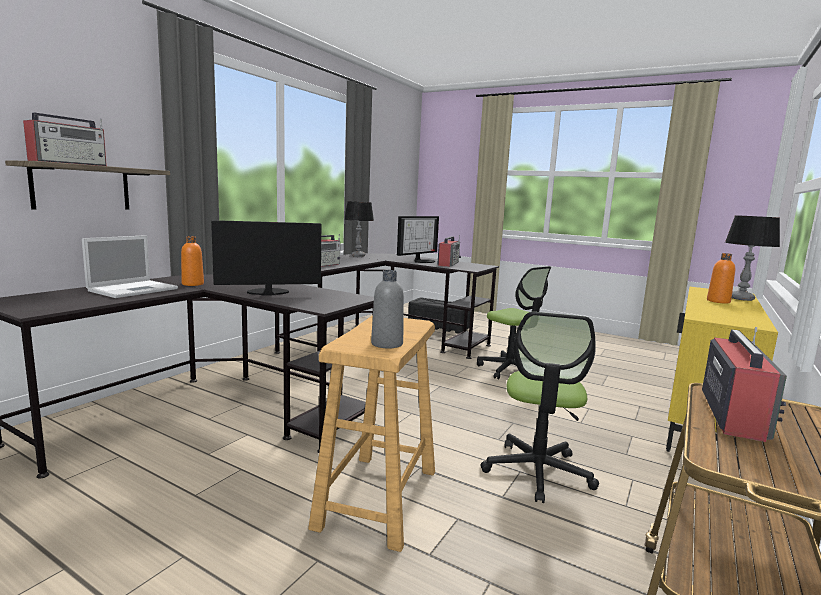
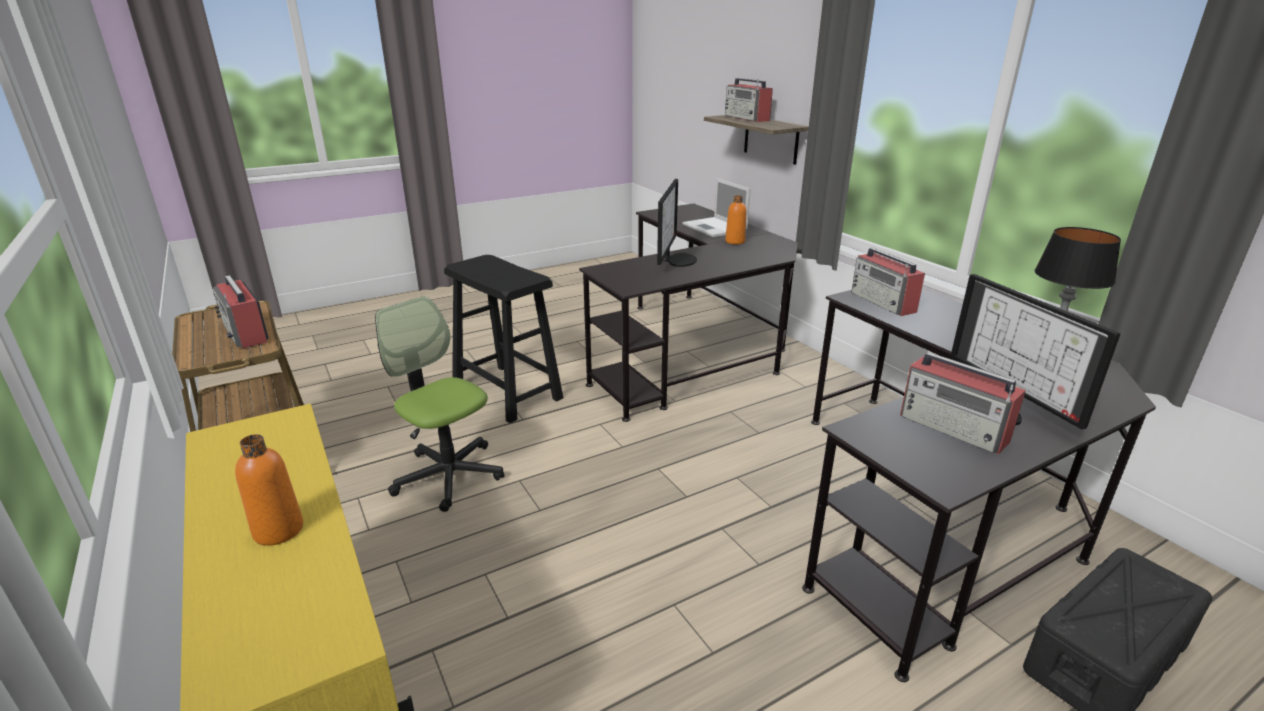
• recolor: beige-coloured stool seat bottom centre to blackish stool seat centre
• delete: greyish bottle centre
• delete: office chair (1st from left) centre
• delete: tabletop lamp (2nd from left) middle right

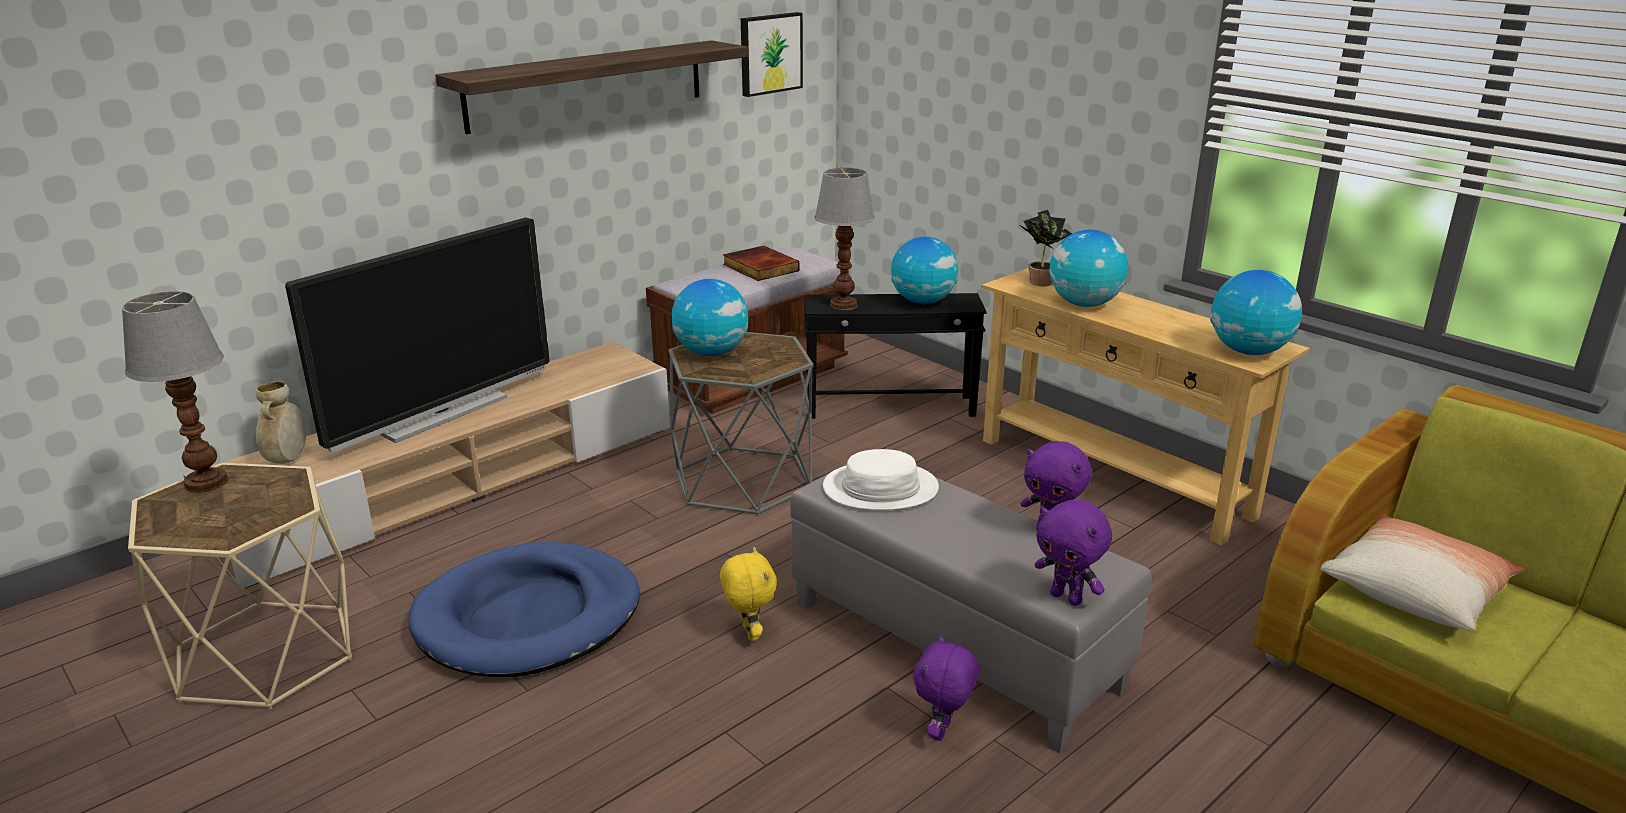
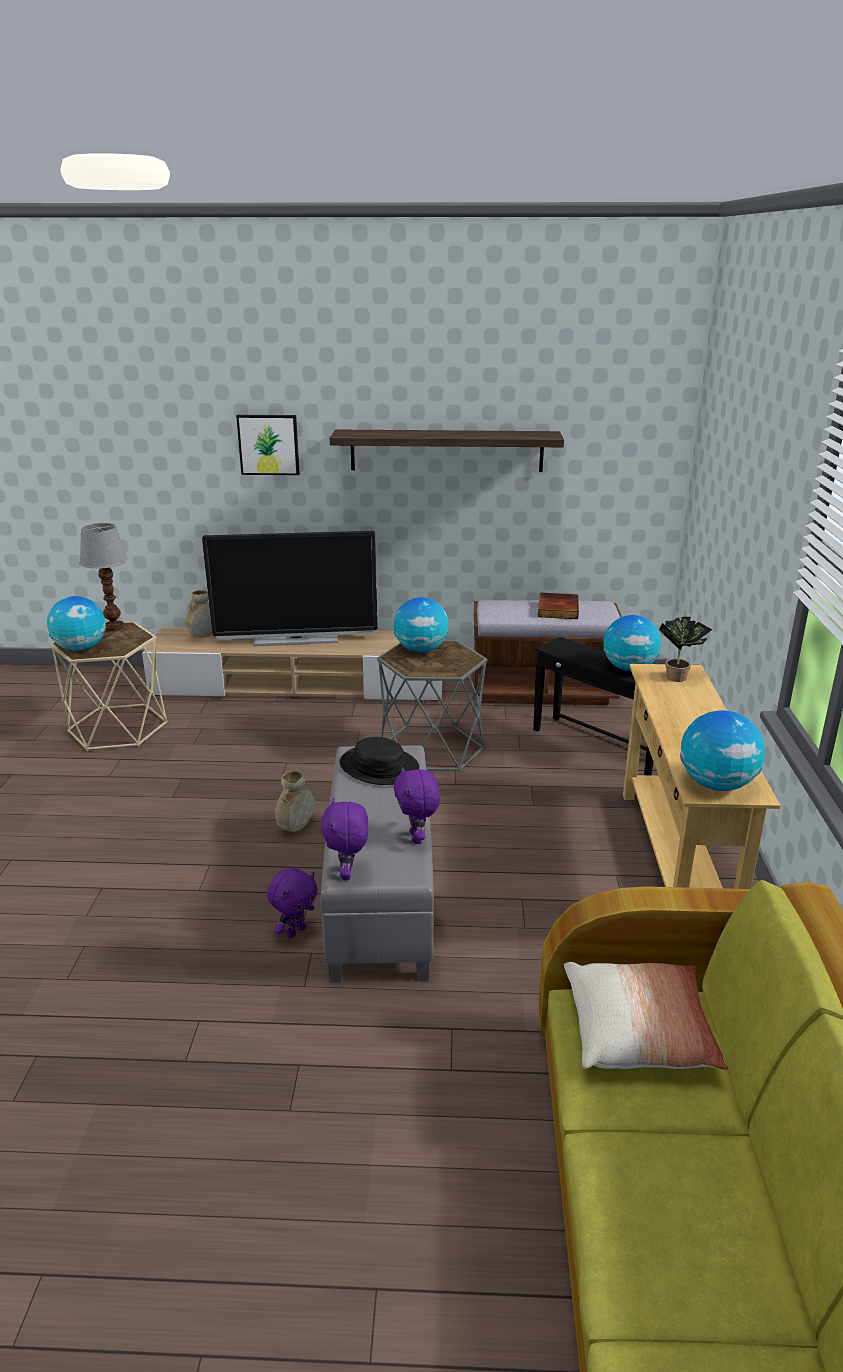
• move: globe (3rd from left in the first image) top right to globe (1st from left) middle left
• move: wall picture top centre to top left
• rotate: purple-coloured plush toy (1st from left) bottom centre = centre 150 degrees clockwise
• replace: yellow-coloured plush toy bottom centre to beige-coloured decorative vase (2nd from left) centre
• recolor: white hat centre to blackish hat centre
• delete: blue pet bed bottom left
• delete: tabletop lamp (2nd from left) top centre

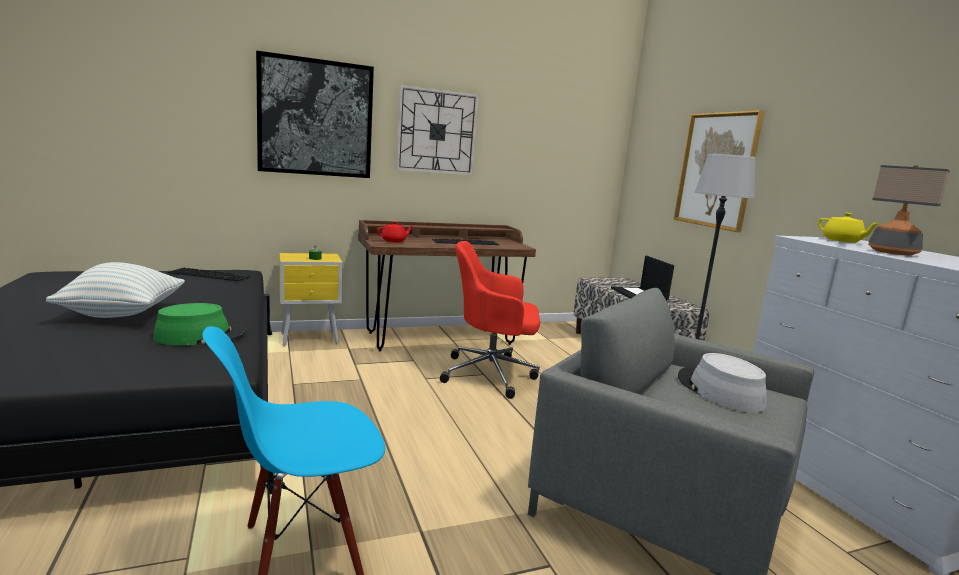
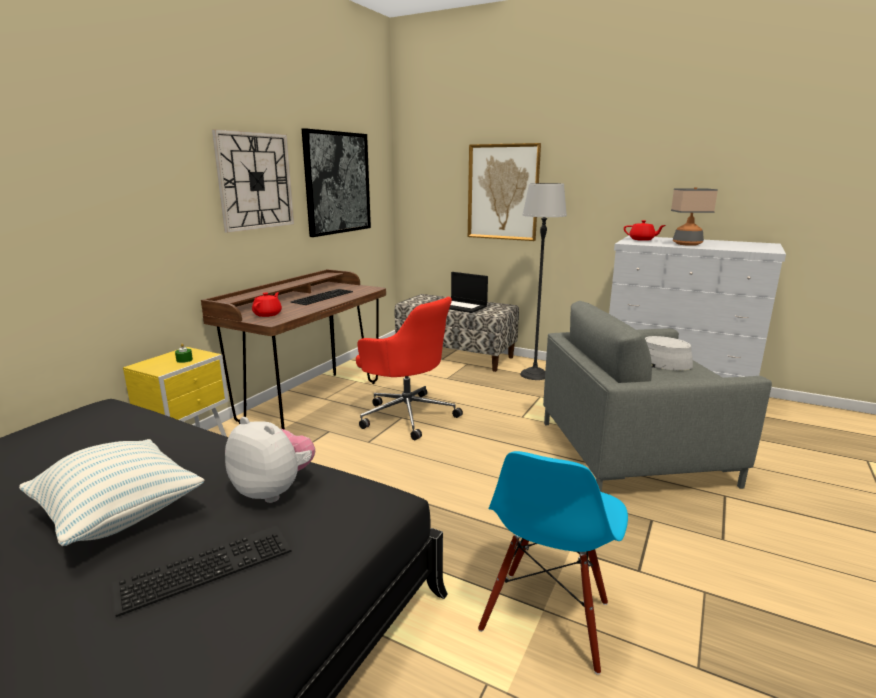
• move: keyboard (1st from left) middle left to bottom left
• replace: greenish hat middle left to plush toy middle left
• move: wall picture (1st from left) top left to top centre
• rotate: red-coloured office chair centre = centre 105 degrees counterclockwise
• recolor: yellow-coloured teapot middle right to red-coloured teapot (2nd from left) top right

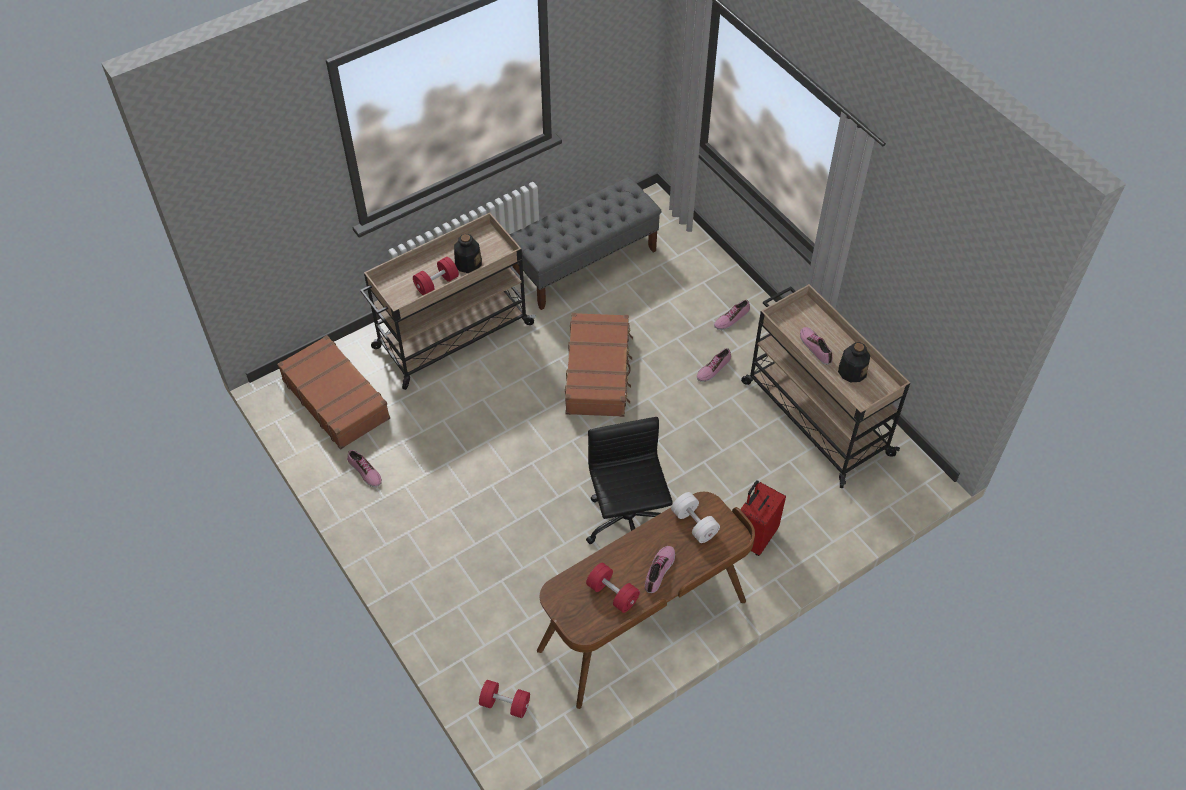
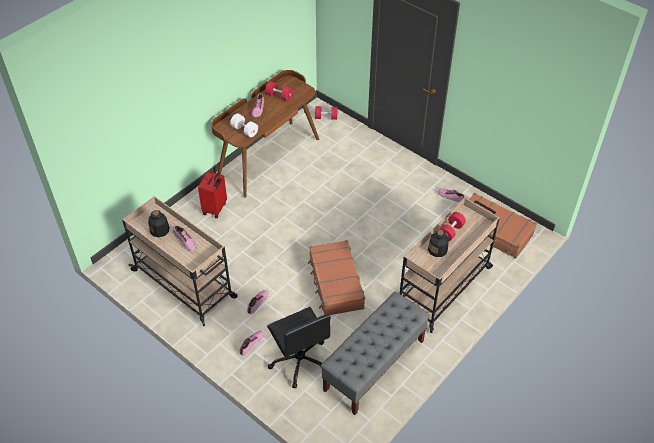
• move: blackish office chair centre to bottom centre

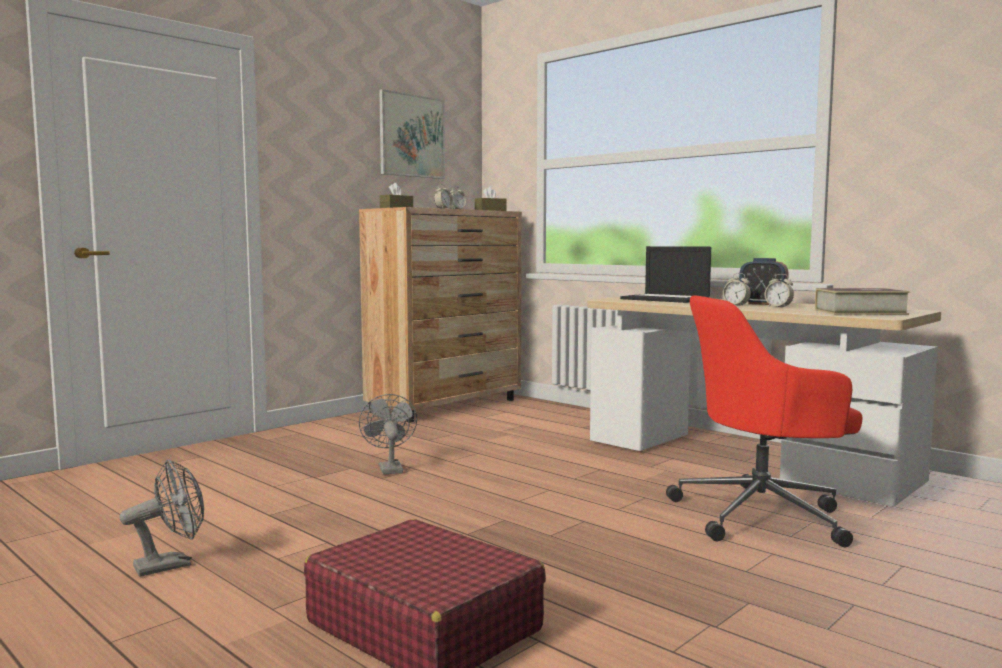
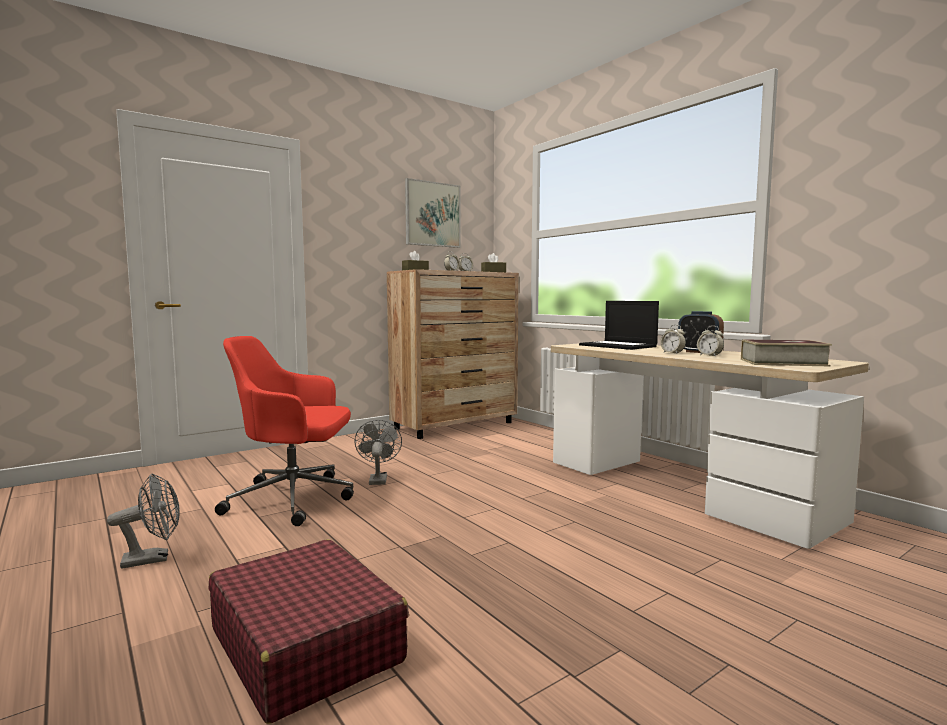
• move: red-coloured office chair middle right to middle left

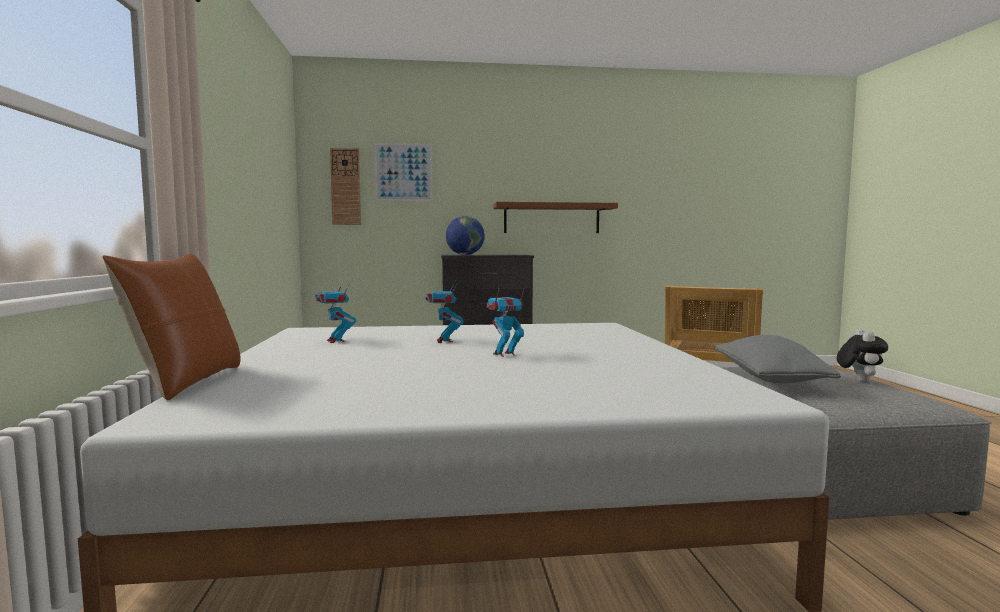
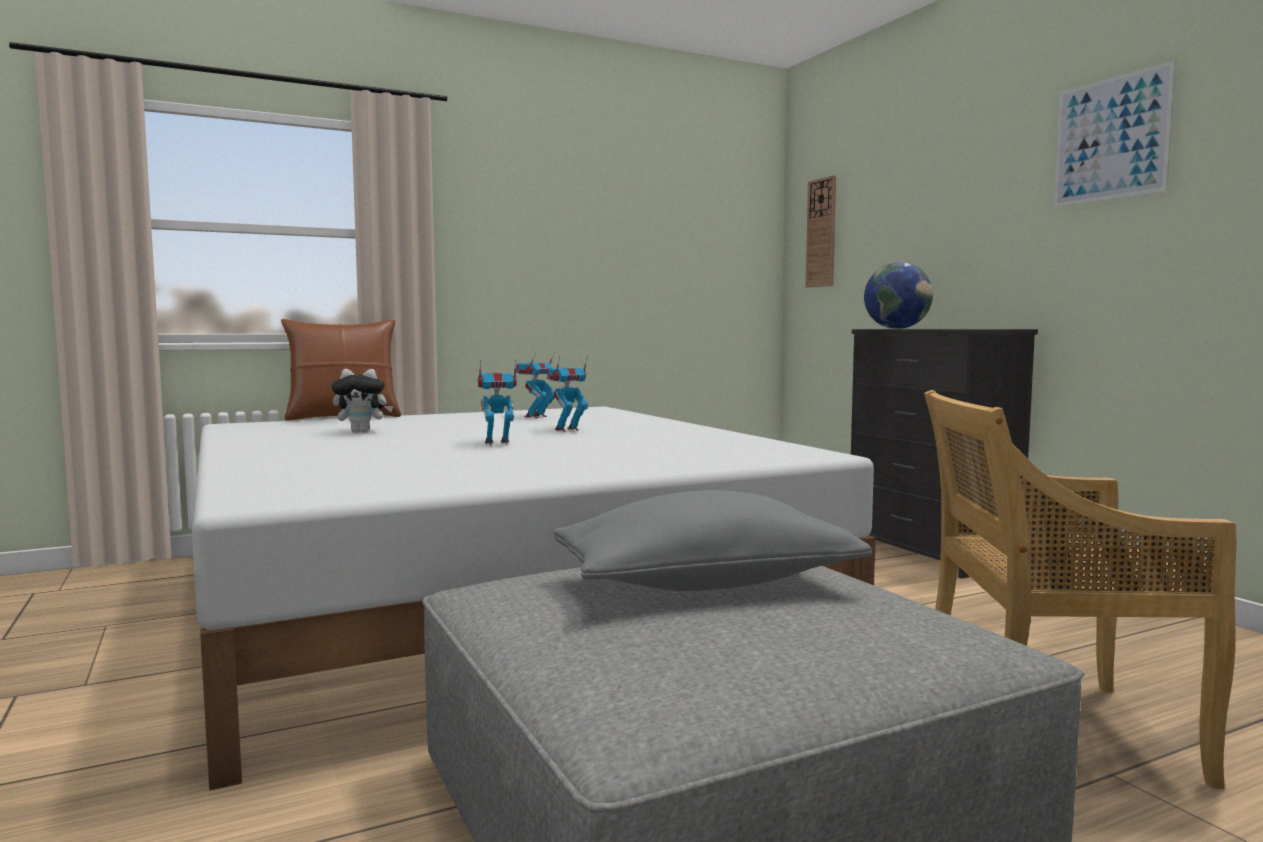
• move: plush toy middle right to middle left
• rotate: toy robot (3rd from left in the first image) centre = centre 60 degrees counterclockwise
• move: wall picture top centre to top right
• delete: brown bracket shelf centre

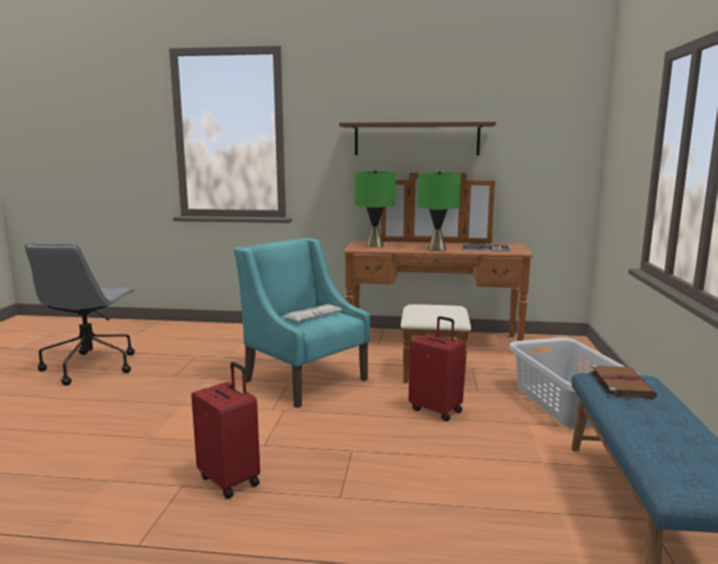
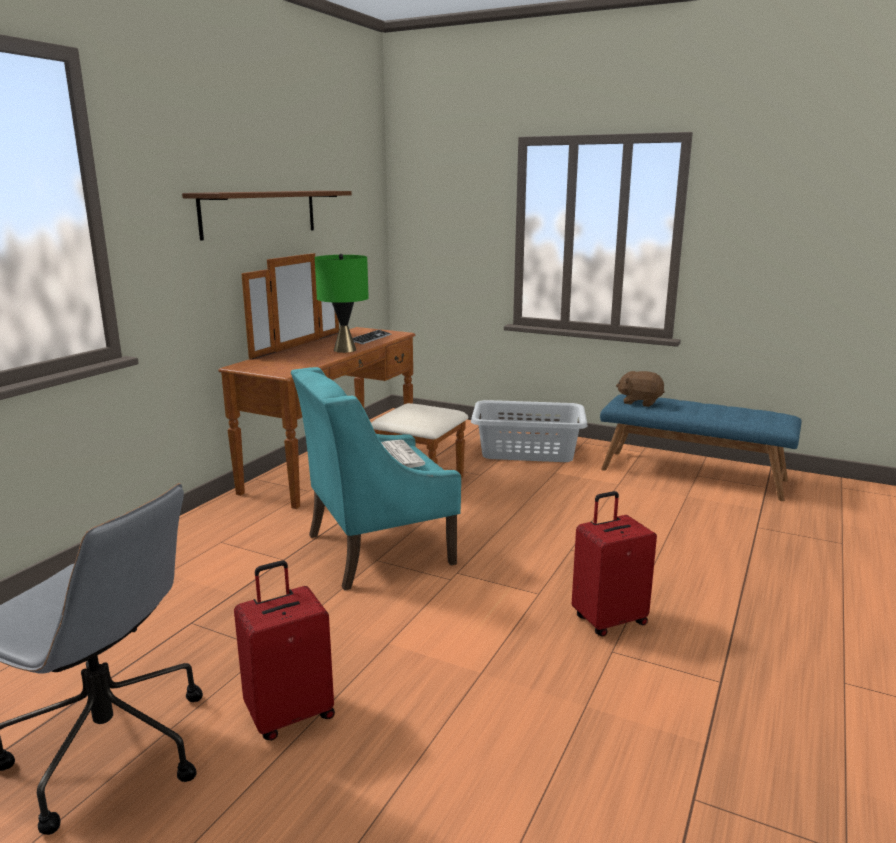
• move: red-coloured piece of luggage (2nd from left in the first image) centre to red-coloured piece of luggage (1st from left) bottom left
• replace: brown volume bottom right to brown plush toy middle right
• delete: greenish tabletop lamp (1st from left) centre

